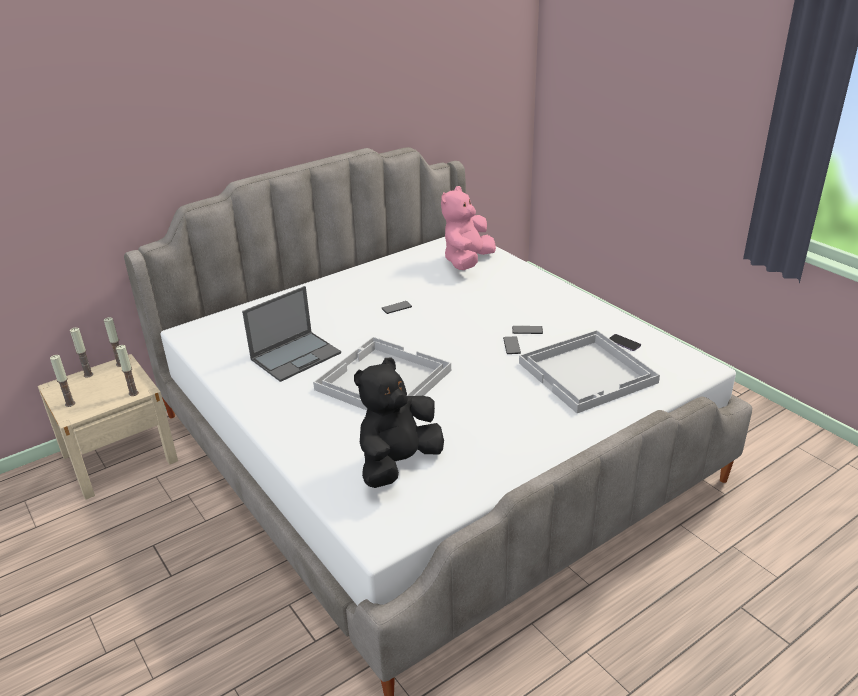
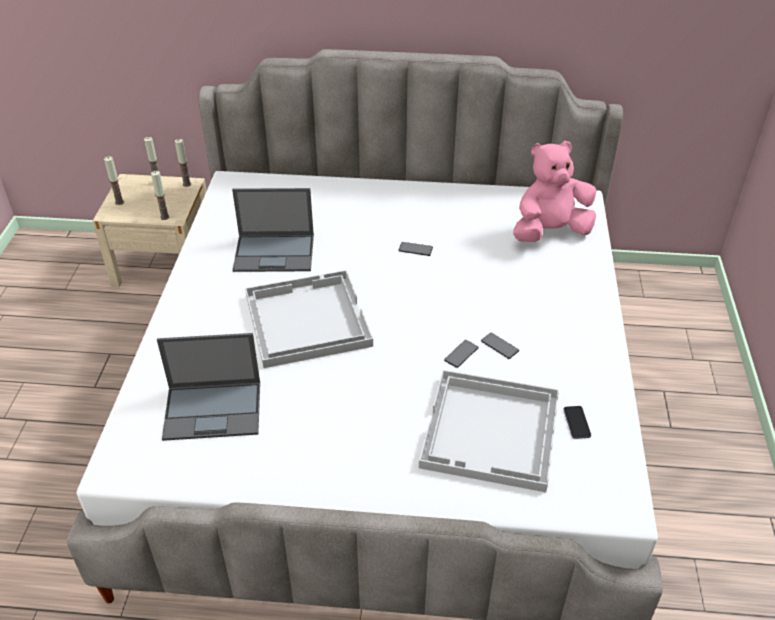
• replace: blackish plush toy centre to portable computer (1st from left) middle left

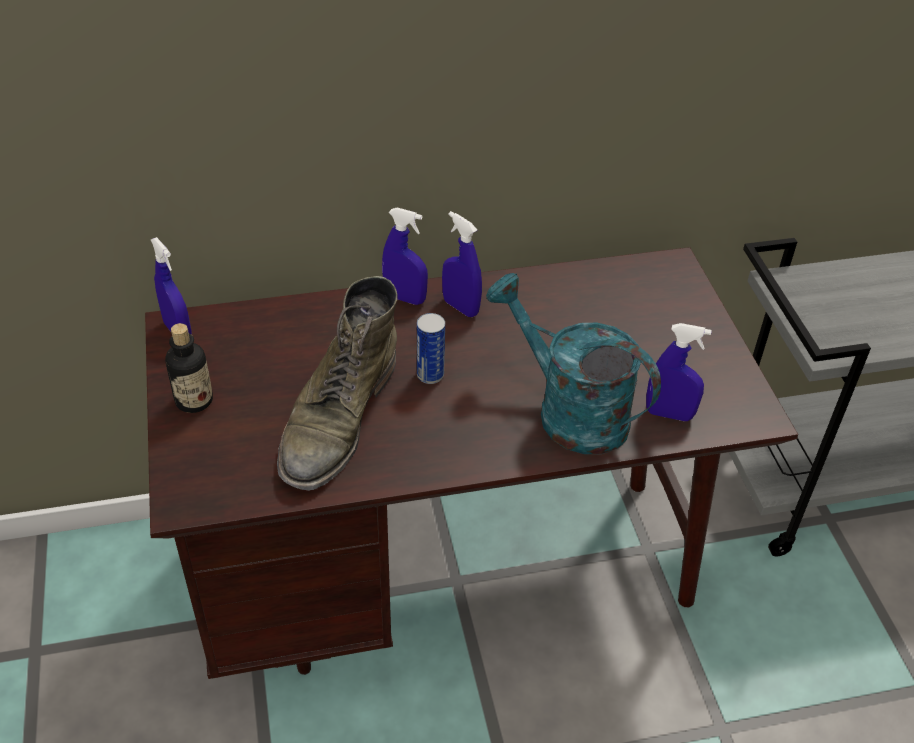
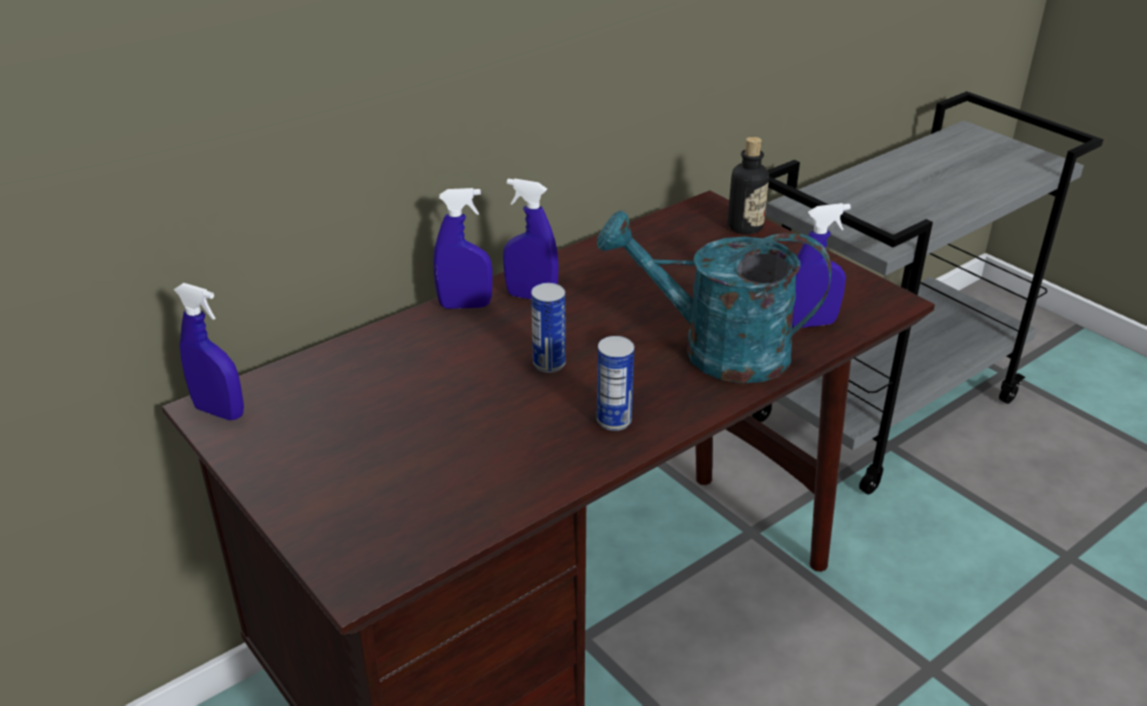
• insert: metal can (2nd from left) centre
• move: bottle middle left to top centre
• delete: greenish high-top boot centre

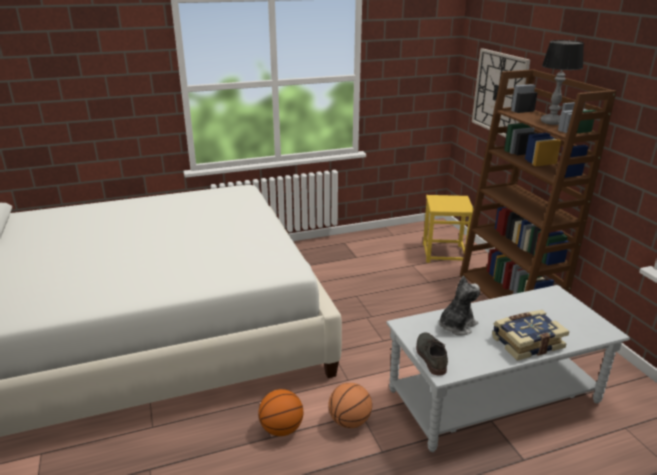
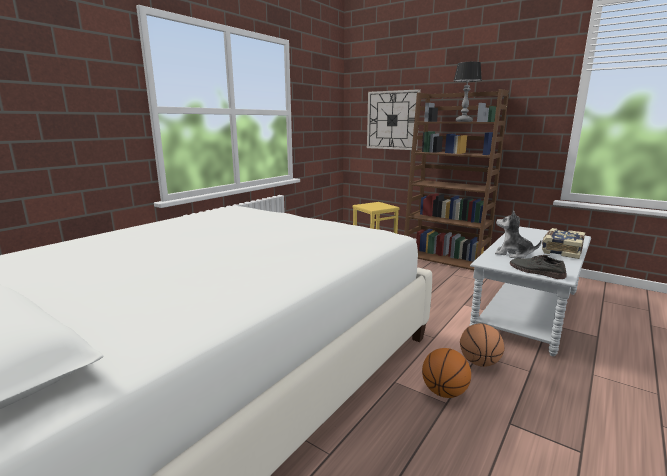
• rotate: plush toy middle right = middle right 75 degrees counterclockwise

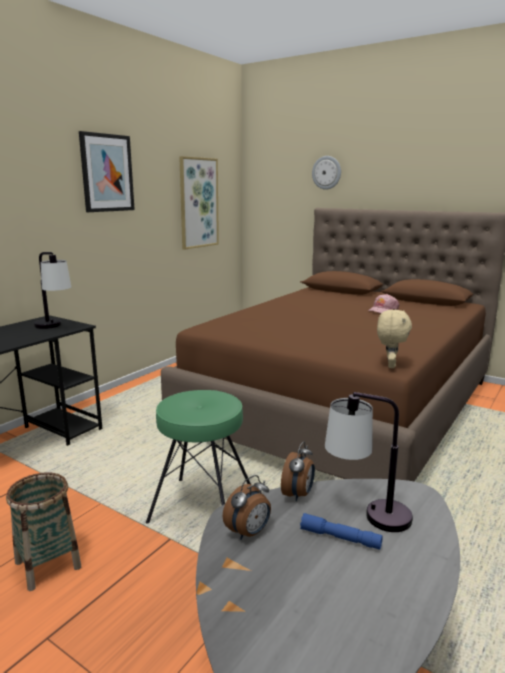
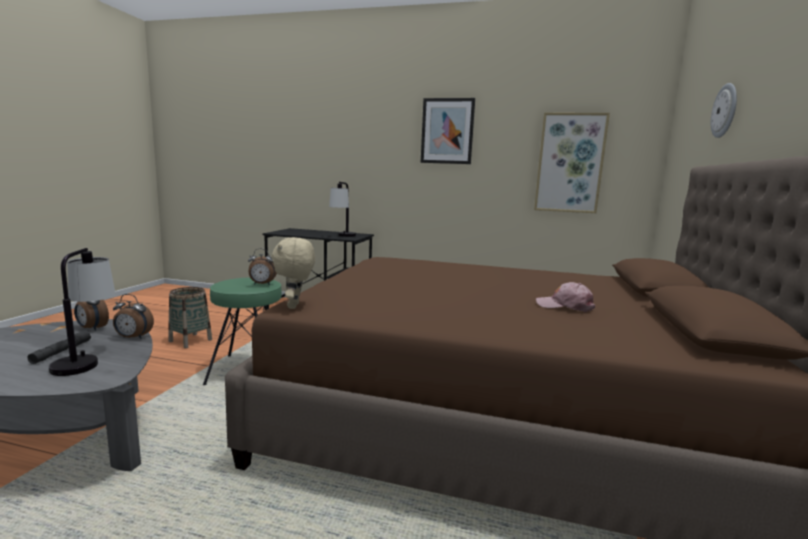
• recolor: blue flashlight bottom right to greyish flashlight middle left
• insert: table clock (3rd from left) middle left
• rotate: beige-coloured plush toy middle right = centre 90 degrees clockwise

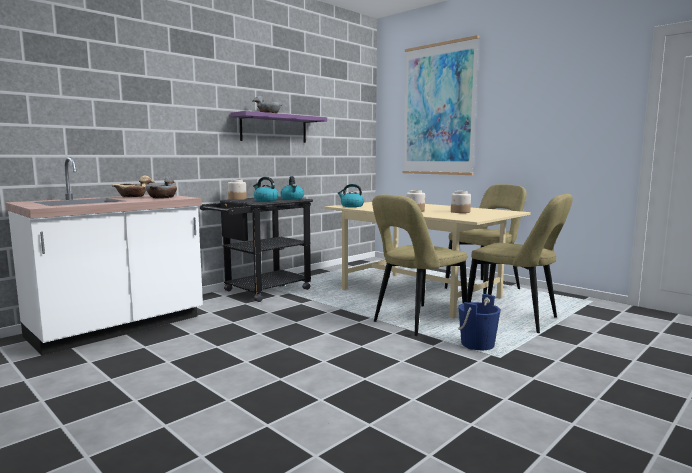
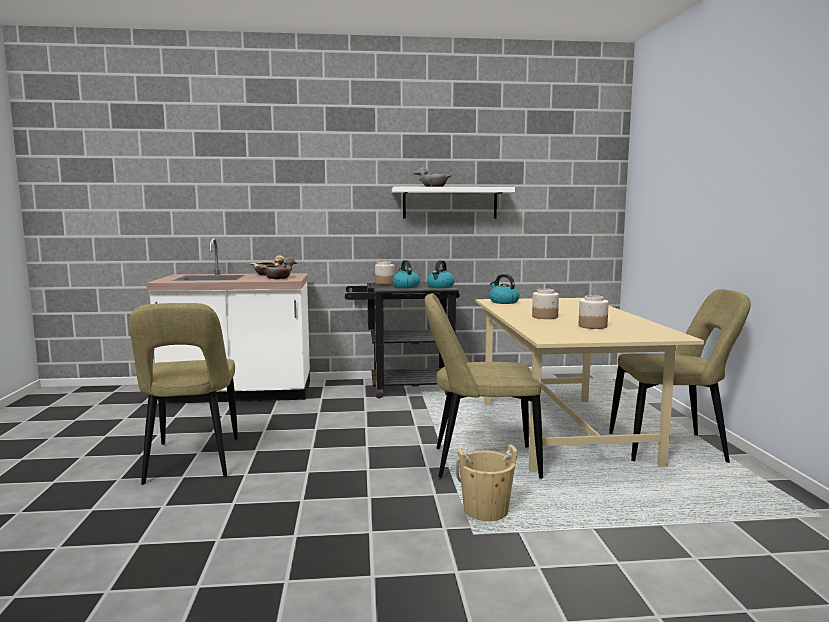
• move: beige-coloured upright chair (3rd from left in the first image) middle right to beige-coloured upright chair (1st from left) middle left
• recolor: purple-coloured bracket shelf top centre to white bracket shelf top centre
• recolor: blue bucket bottom right to beige-coloured bucket bottom centre
• delete: wall picture top centre

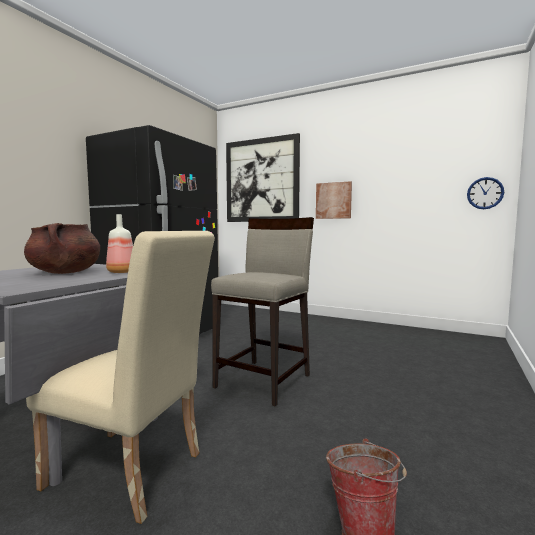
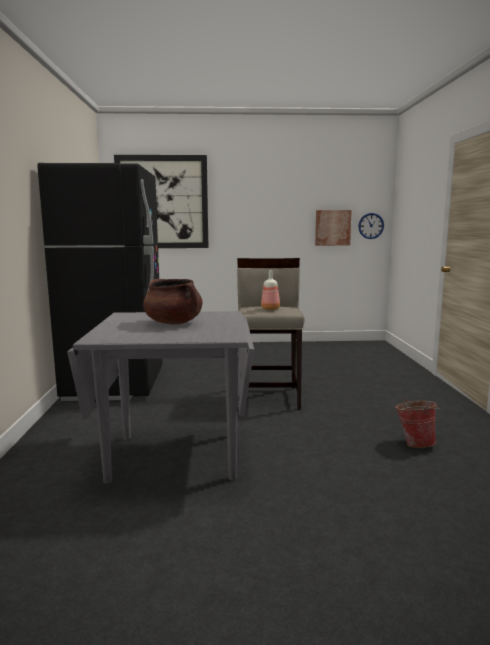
• move: bottle middle left to centre
• move: wall picture (2nd from left) centre to middle right
• delete: beige-coloured upright chair bottom left

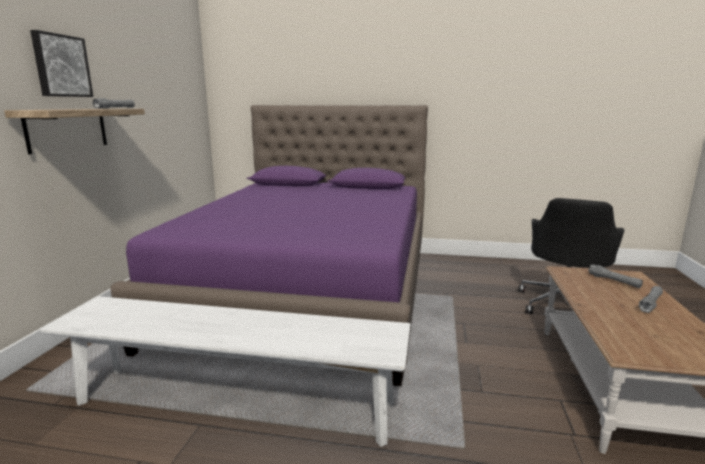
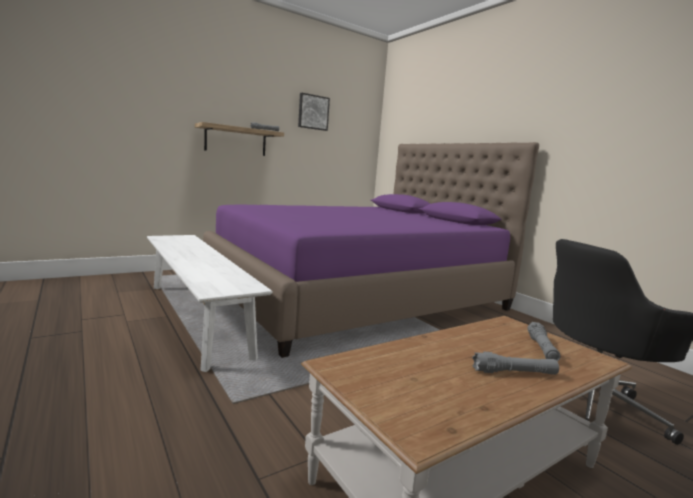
• move: wall picture top left to top centre

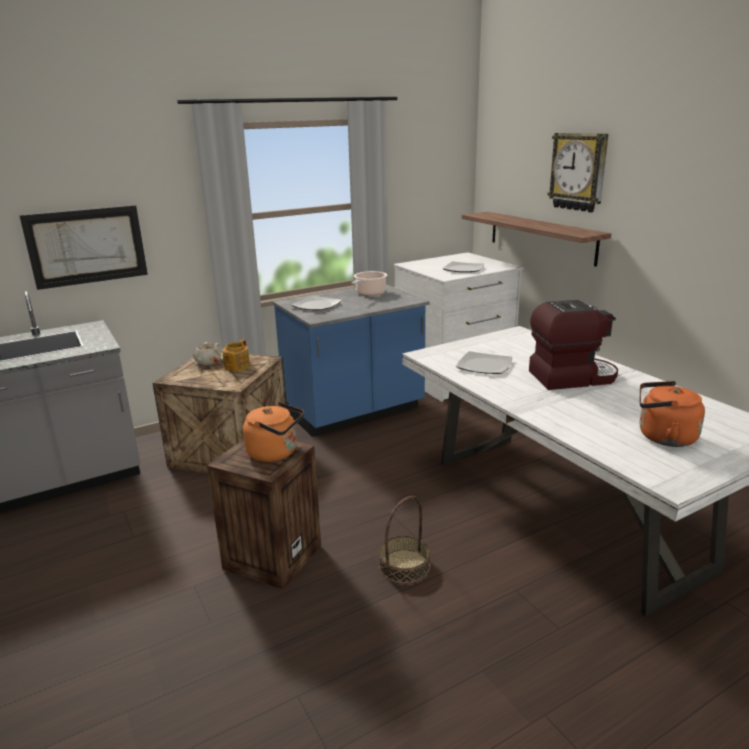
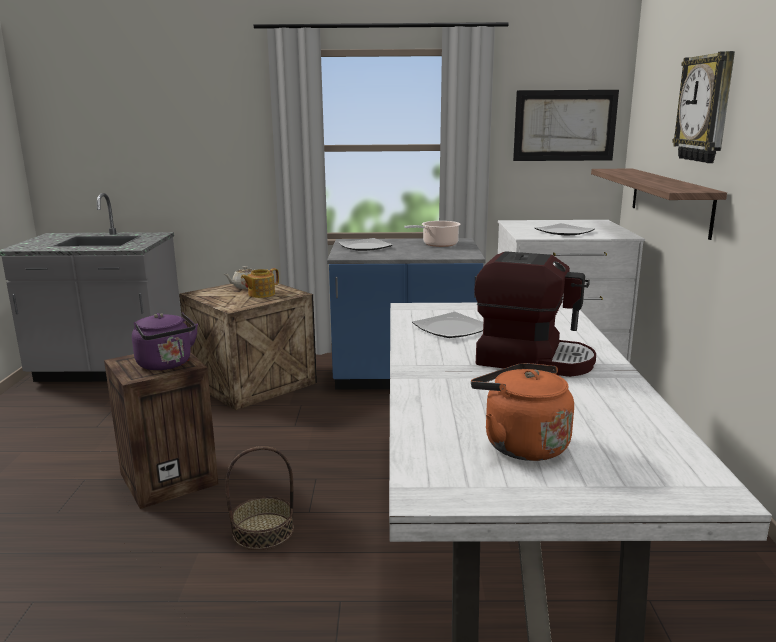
• recolor: orange-coloured tea kettle (1st from left) centre to purple-coloured tea kettle middle left
• move: wall picture top left to top right

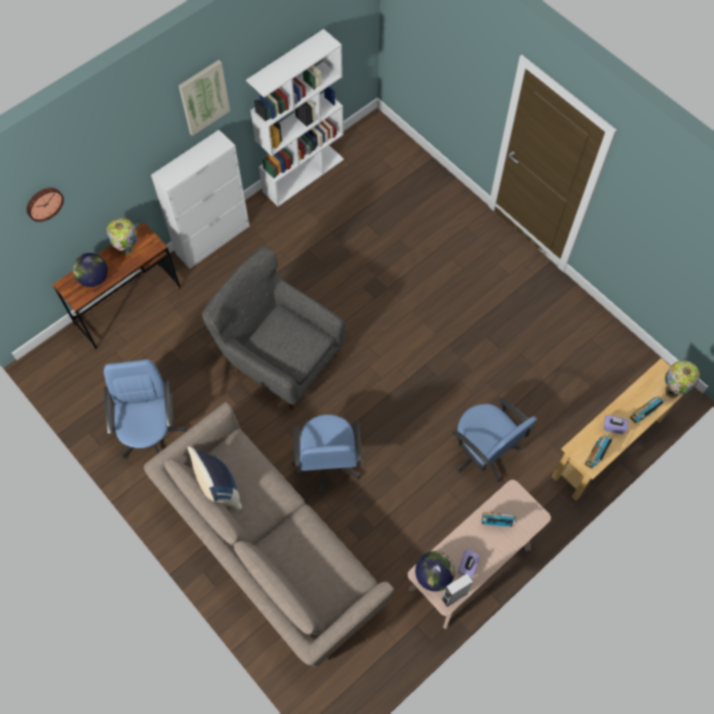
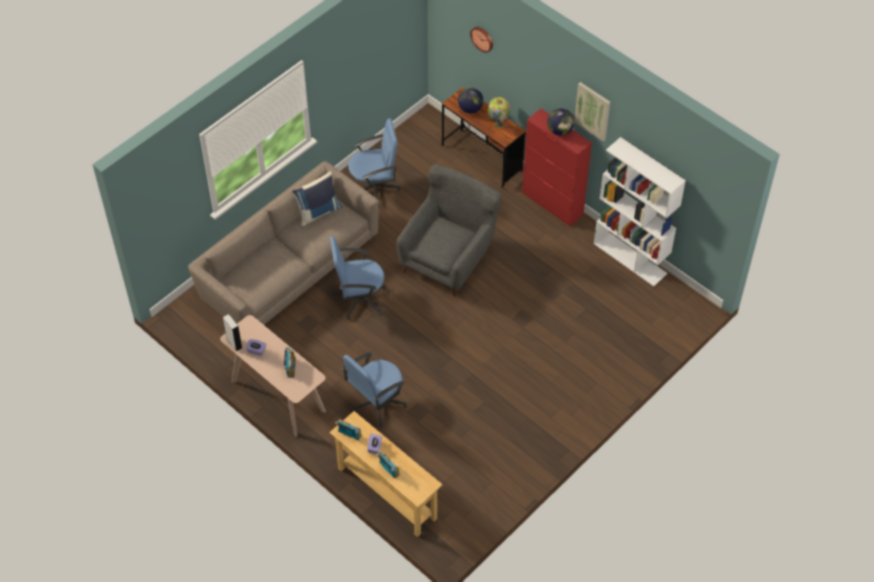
• recolor: white cupboard top left to red-coloured cupboard top centre
• move: globe (2nd from left) bottom centre to top centre
• delete: tabletop lamp (2nd from left) middle right

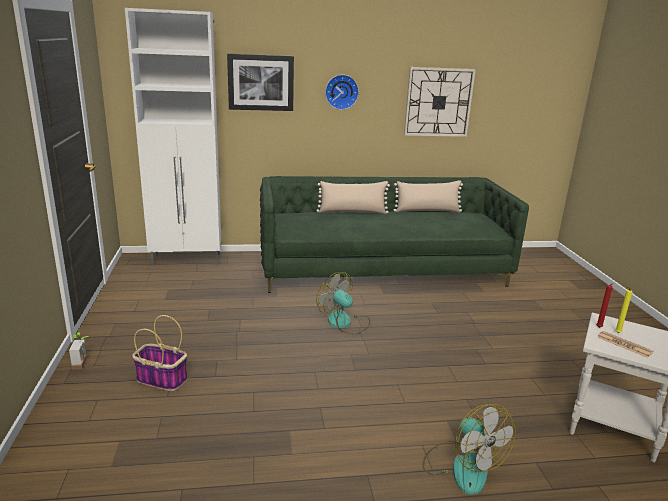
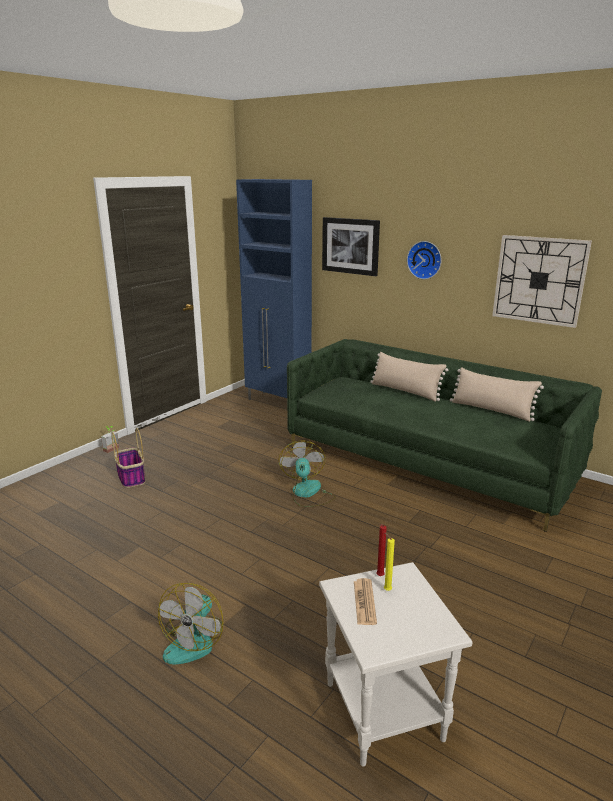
• recolor: white cupboard top left to blue cupboard centre

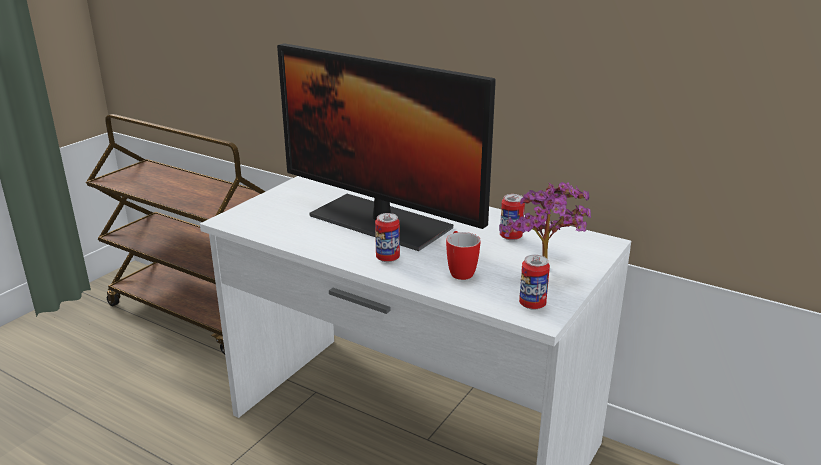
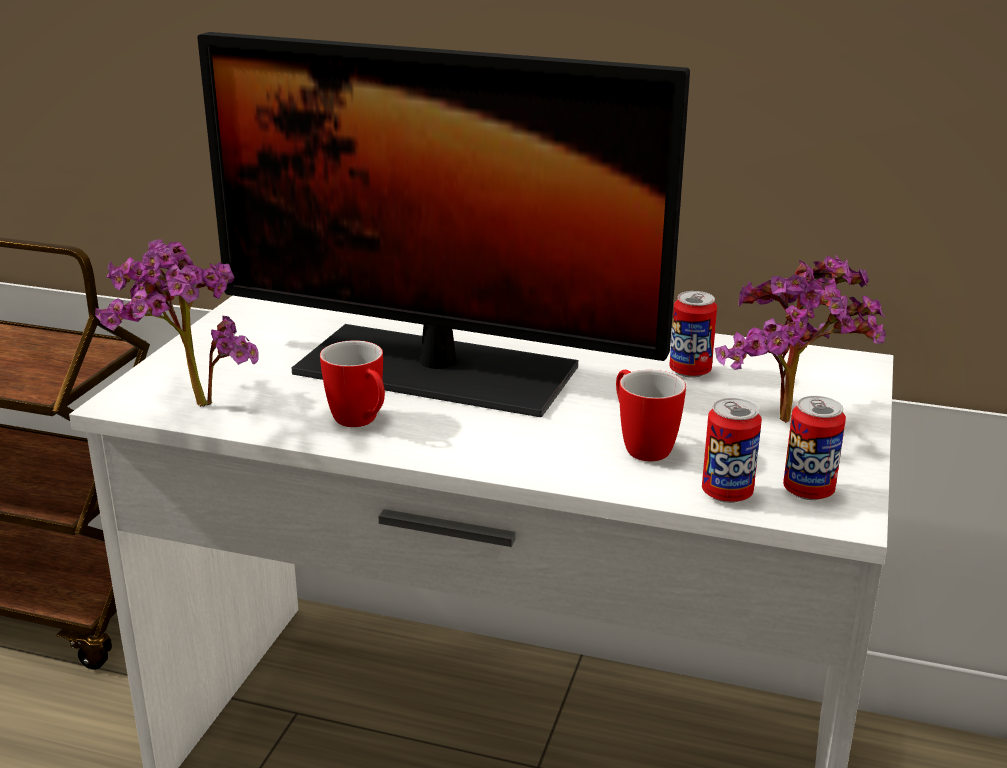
• insert: potted plant (1st from left) middle left
• insert: mug (1st from left) centre
• move: metal can (1st from left in the first image) centre to metal can (2nd from left) middle right

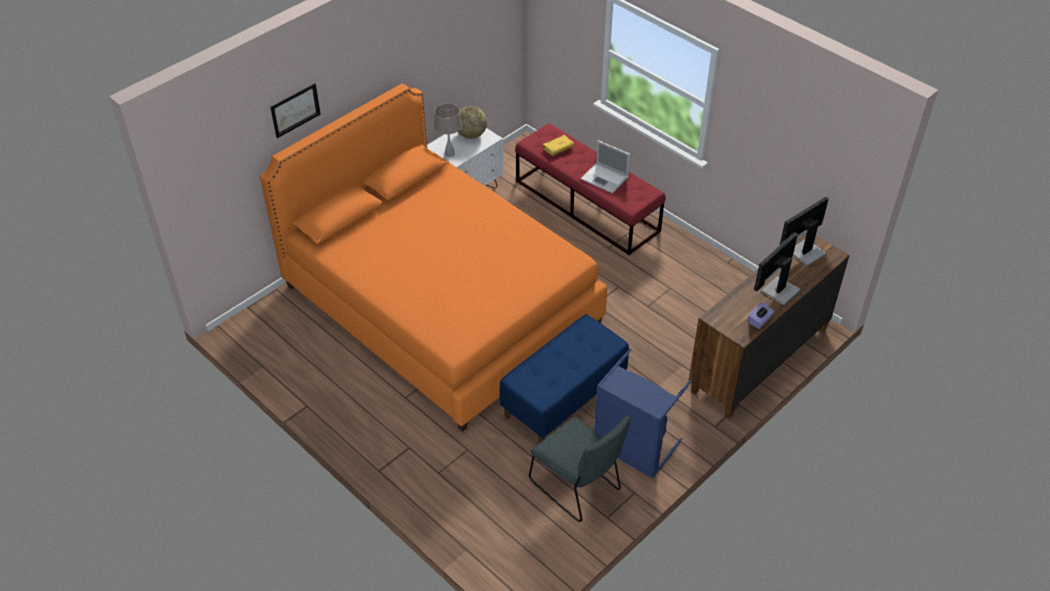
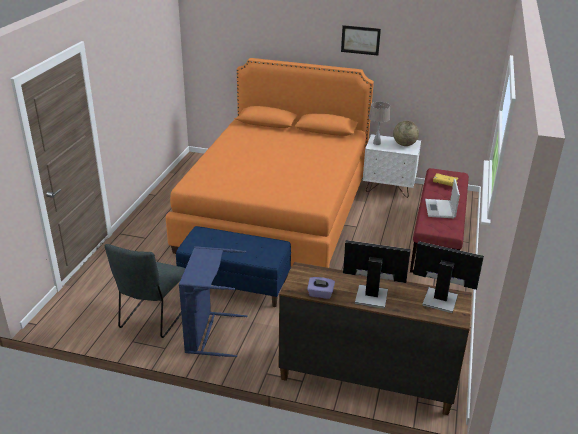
• move: wall picture top left to top centre

